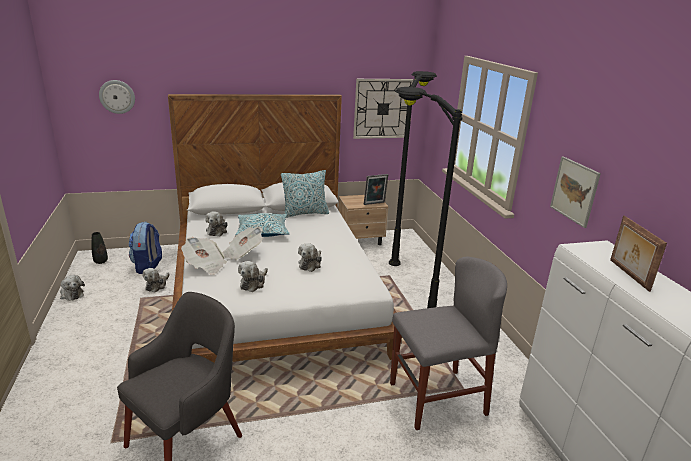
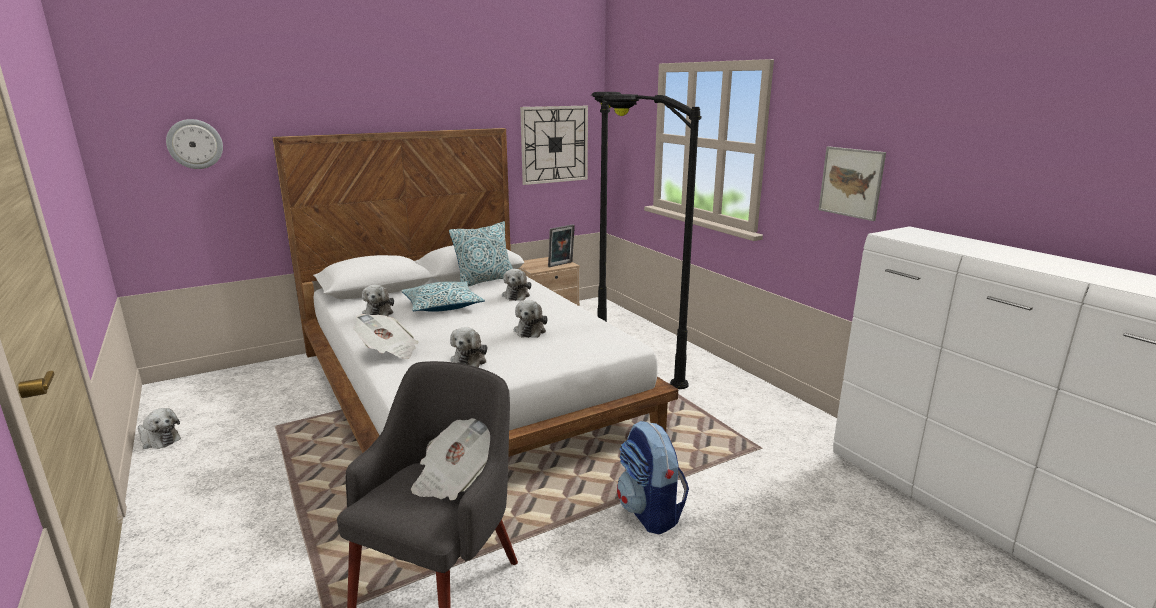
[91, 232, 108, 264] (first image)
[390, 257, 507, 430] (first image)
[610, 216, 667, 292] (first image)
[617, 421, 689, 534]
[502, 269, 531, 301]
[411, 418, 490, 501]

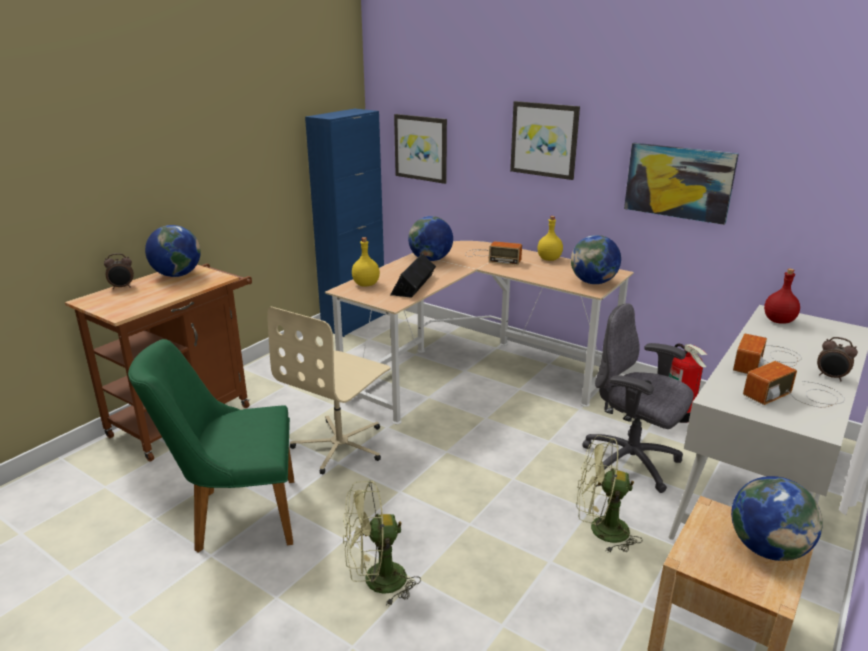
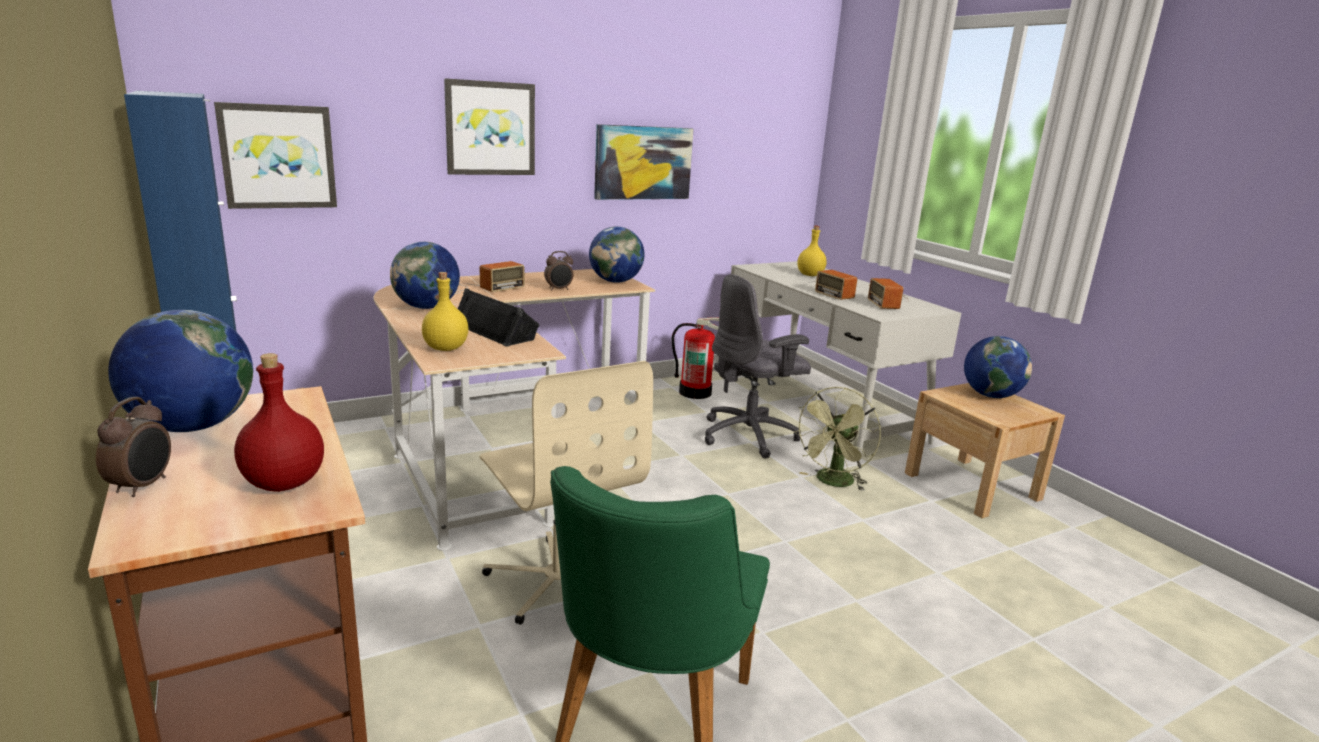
[343, 480, 421, 606] (first image)
[797, 226, 827, 276]
[234, 353, 324, 492]
[544, 251, 573, 291]

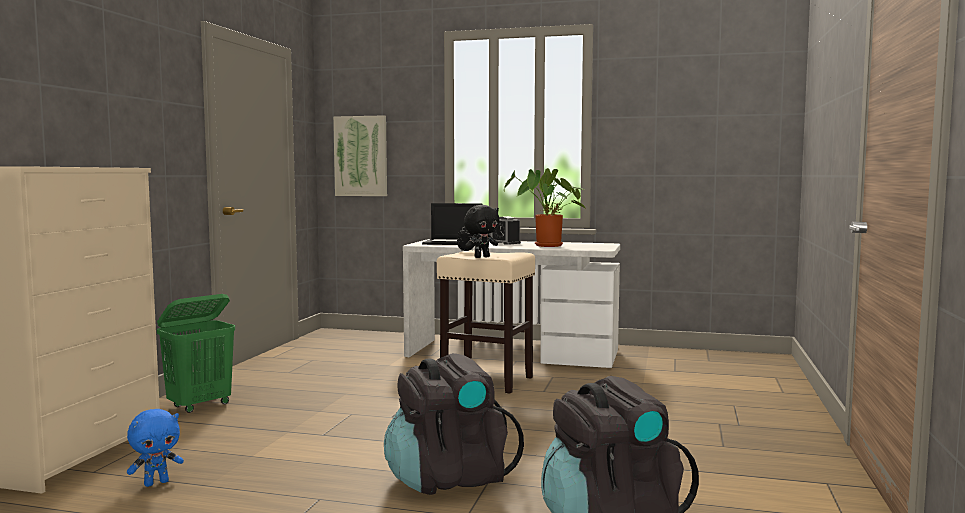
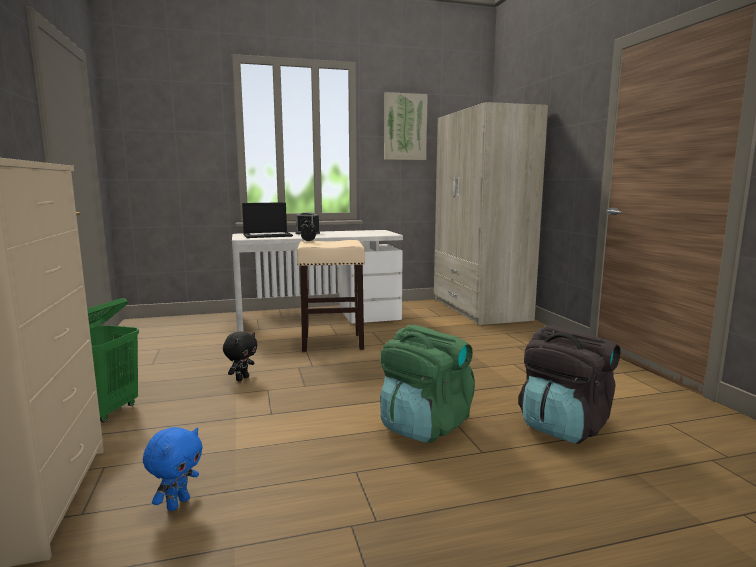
[504, 168, 585, 247] (first image)
[434, 102, 548, 325]
[384, 92, 428, 160]
[223, 331, 257, 381]
[380, 325, 475, 443]

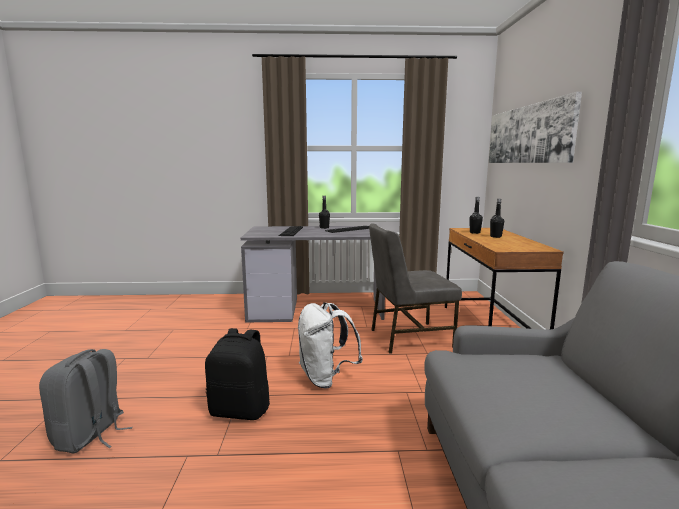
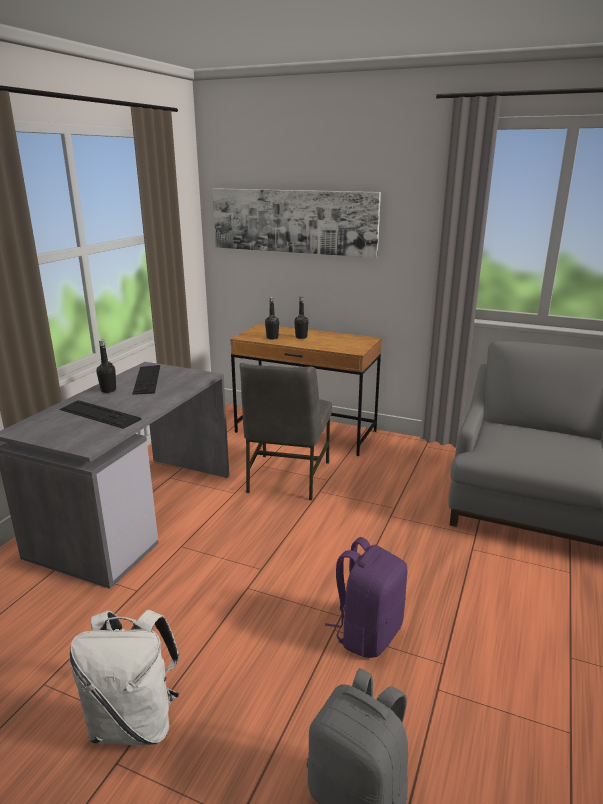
[69, 610, 180, 745]
[325, 537, 407, 658]

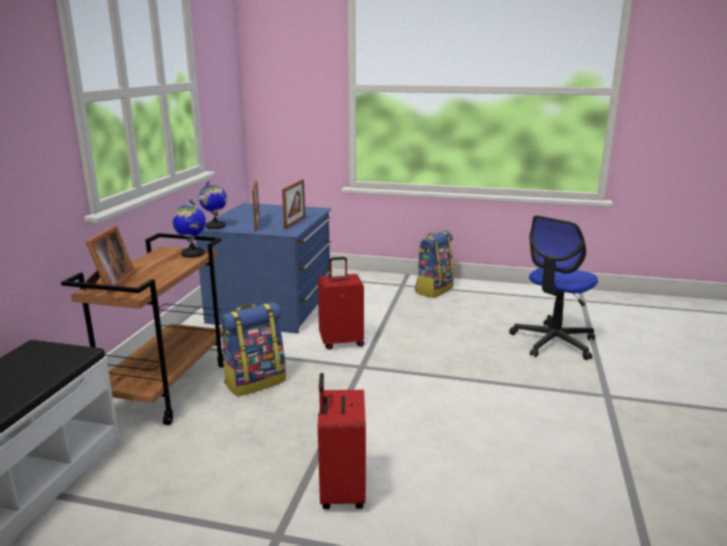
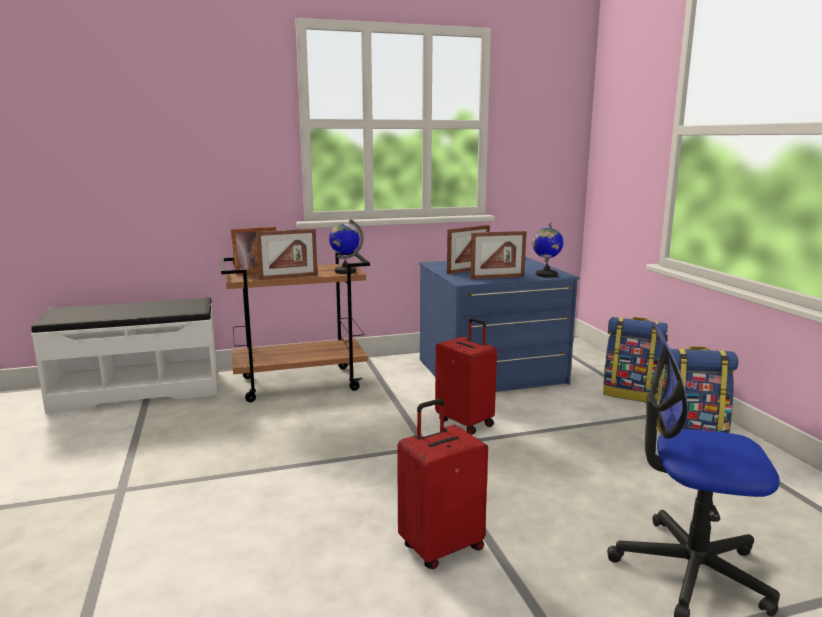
[256, 229, 317, 280]
[532, 223, 563, 278]
[603, 317, 668, 402]
[397, 399, 488, 569]

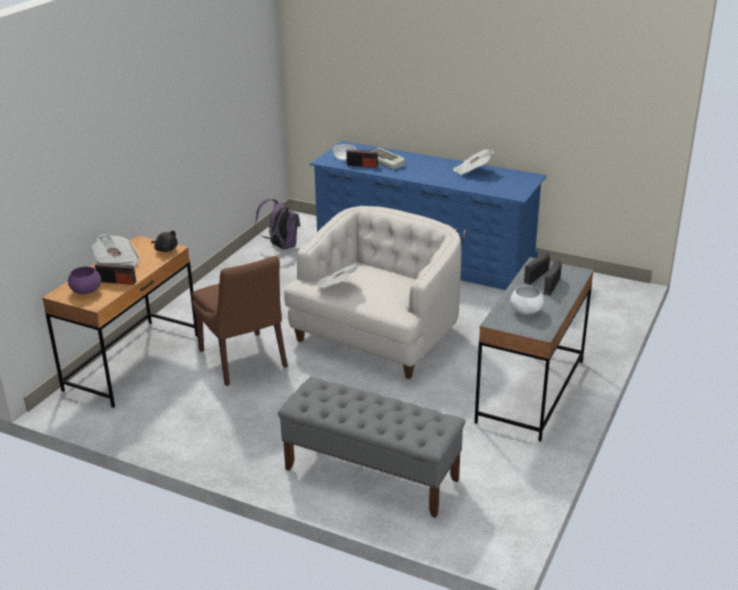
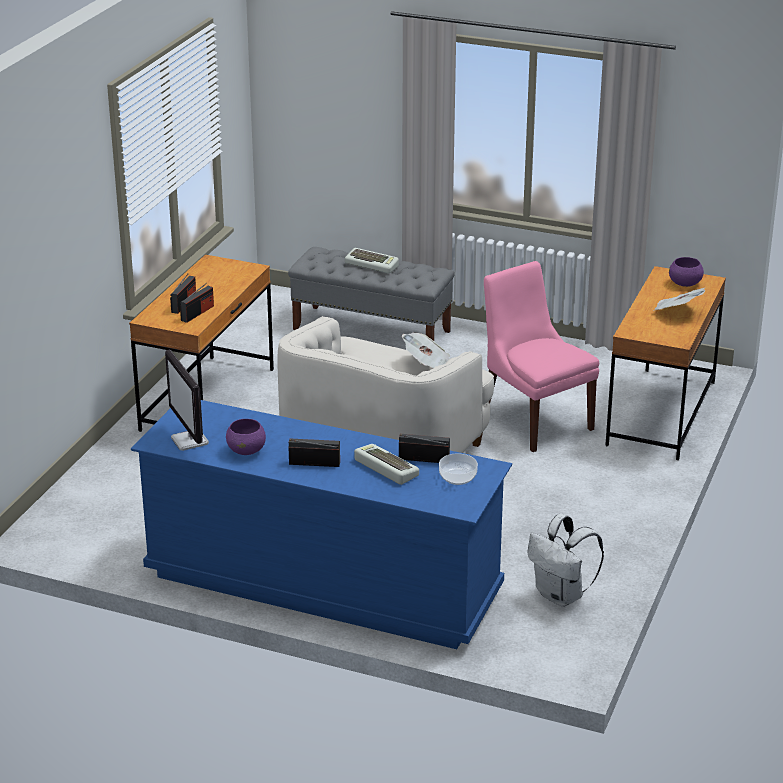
[151, 231, 178, 252] (first image)
[510, 285, 544, 315] (first image)
[165, 350, 209, 451]
[345, 248, 399, 274]
[288, 439, 340, 467]
[226, 419, 266, 455]
[484, 261, 599, 452]
[527, 514, 604, 607]
[129, 255, 274, 432]

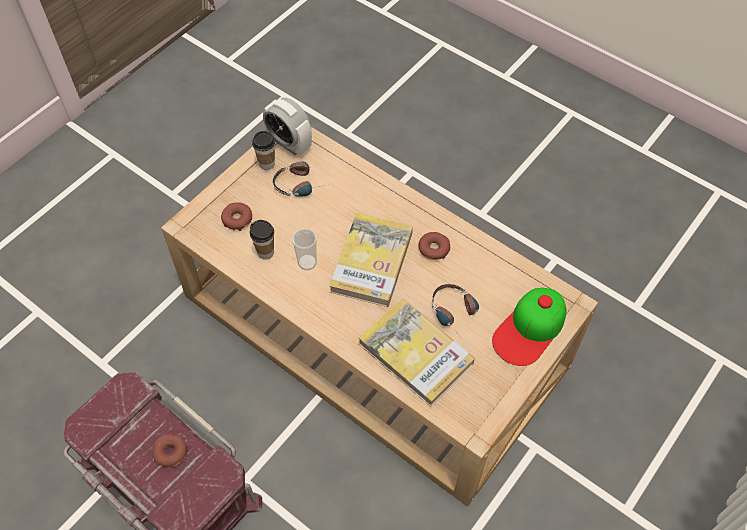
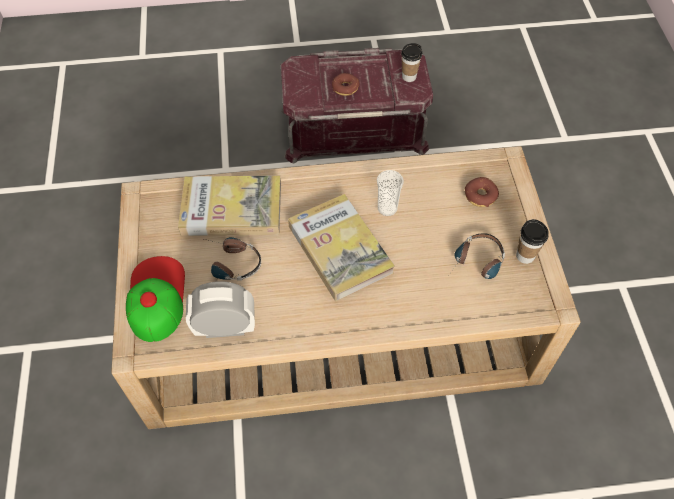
[418, 232, 450, 260] (first image)
[401, 43, 422, 82]
[186, 281, 255, 338]

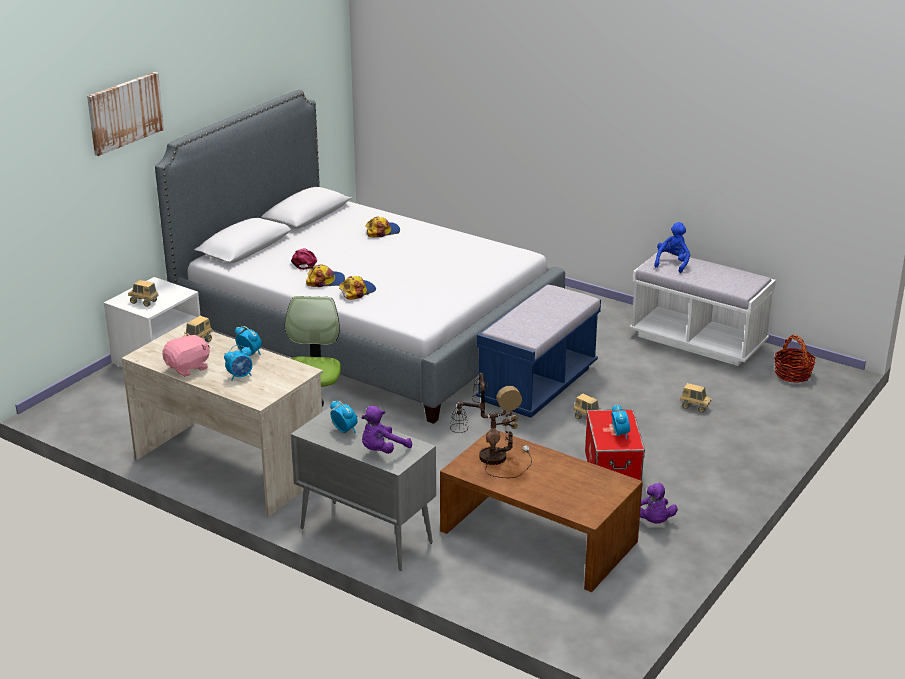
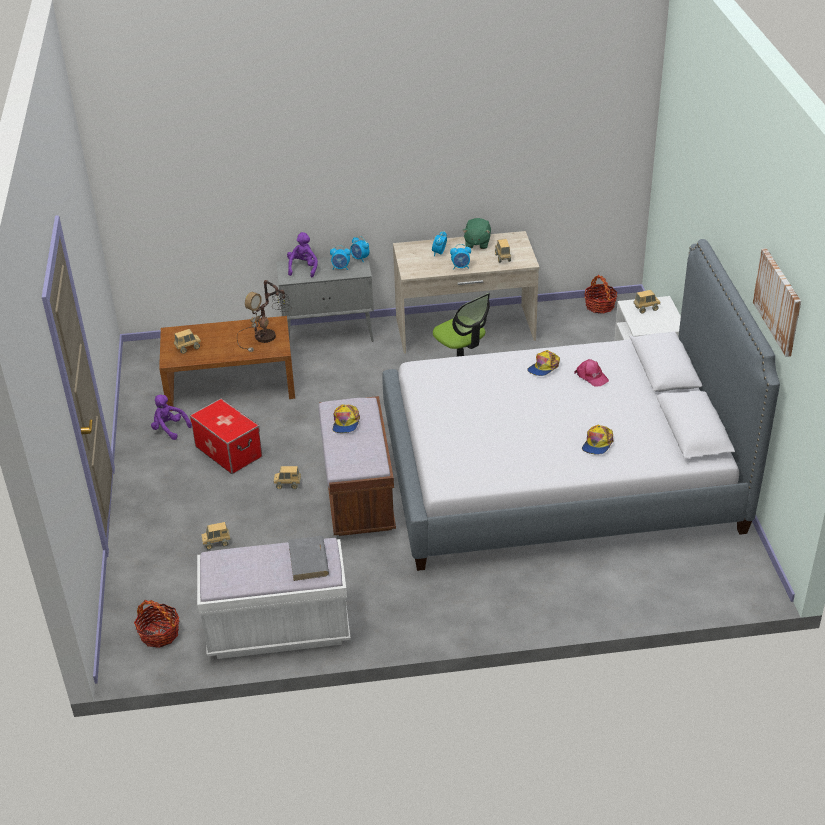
[174, 329, 201, 354]
[584, 275, 617, 314]
[753, 248, 801, 357]
[333, 404, 360, 433]
[350, 236, 369, 262]
[288, 536, 329, 581]
[462, 218, 491, 249]
[318, 396, 396, 536]

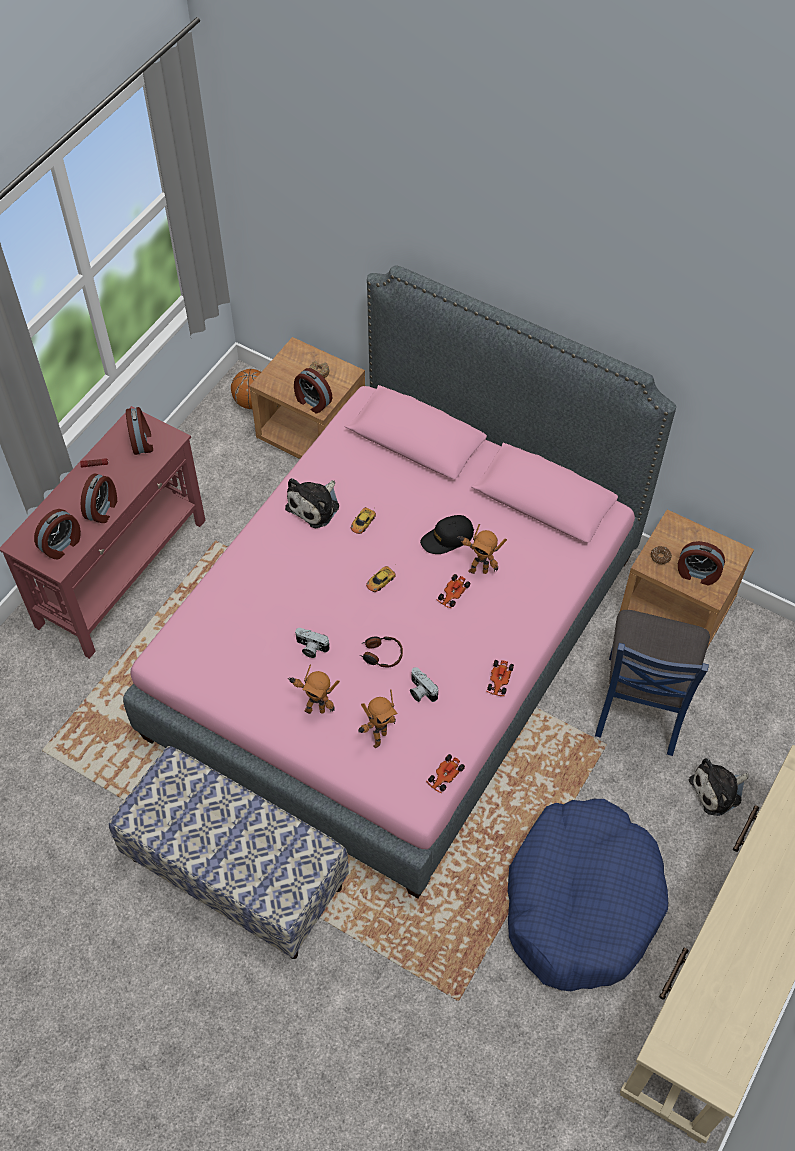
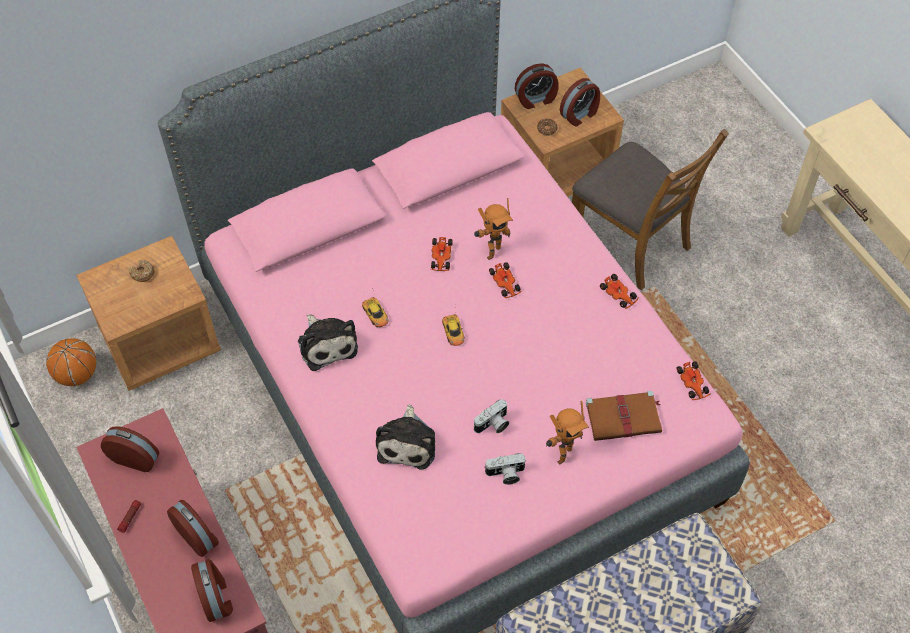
[360, 636, 403, 667] (first image)
[508, 798, 668, 991] (first image)
[515, 63, 559, 109]
[484, 453, 527, 485]
[376, 405, 435, 470]
[586, 391, 662, 441]
[431, 237, 453, 271]
[572, 129, 729, 290]

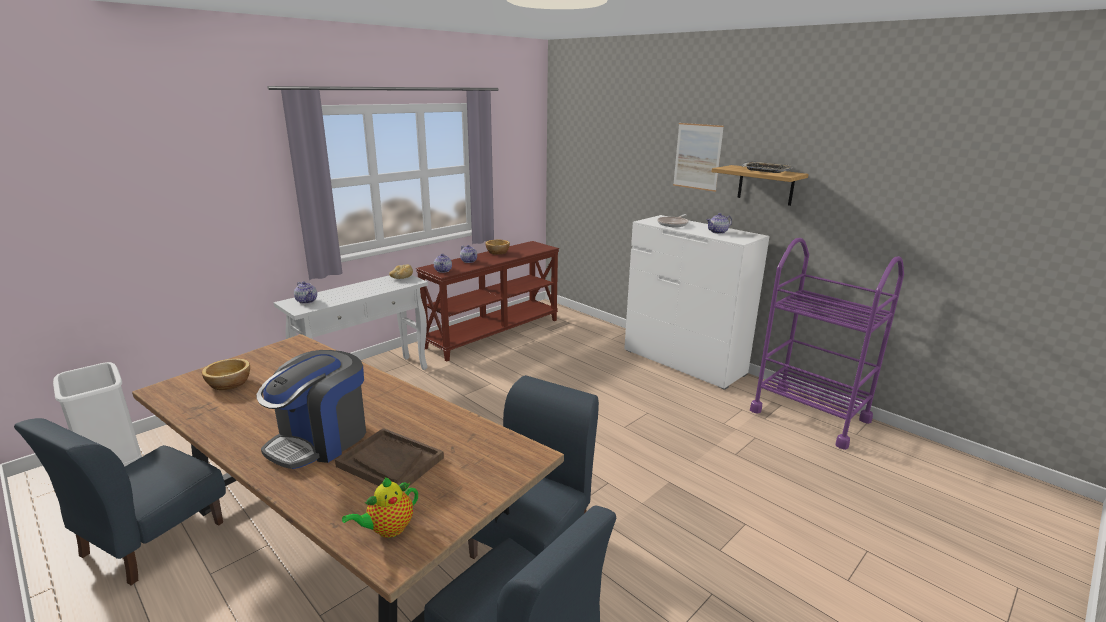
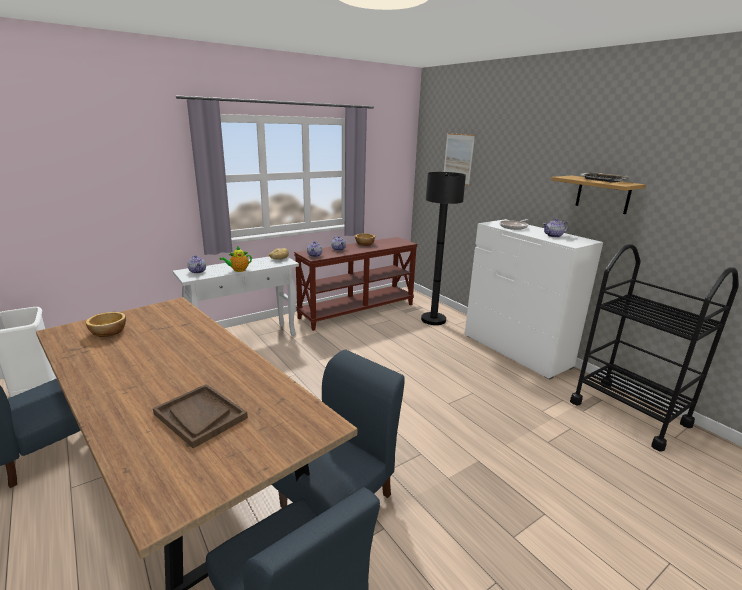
[256, 350, 366, 469] (first image)
[421, 172, 466, 325]
[220, 246, 252, 272]
[444, 133, 475, 185]
[570, 244, 739, 452]

